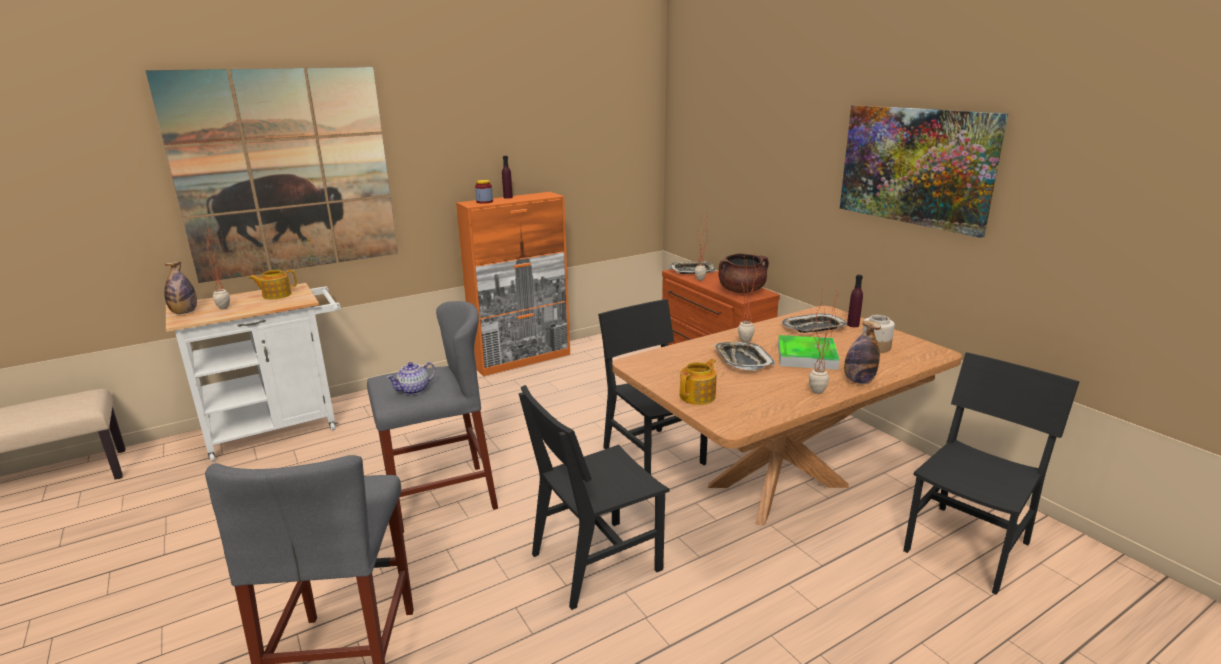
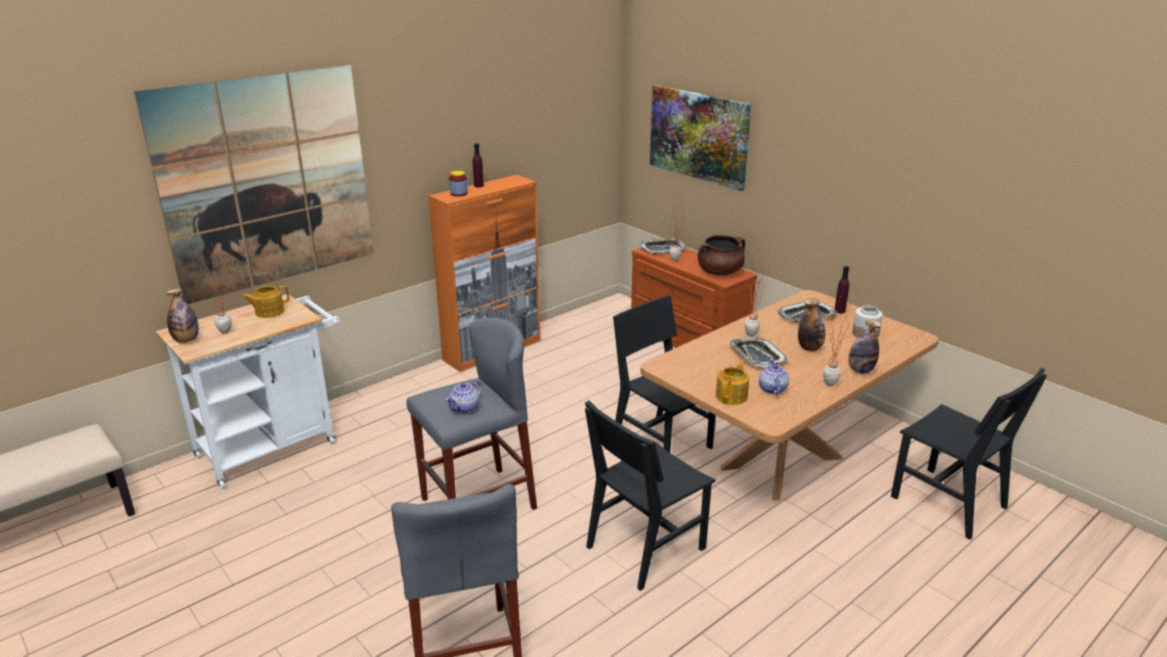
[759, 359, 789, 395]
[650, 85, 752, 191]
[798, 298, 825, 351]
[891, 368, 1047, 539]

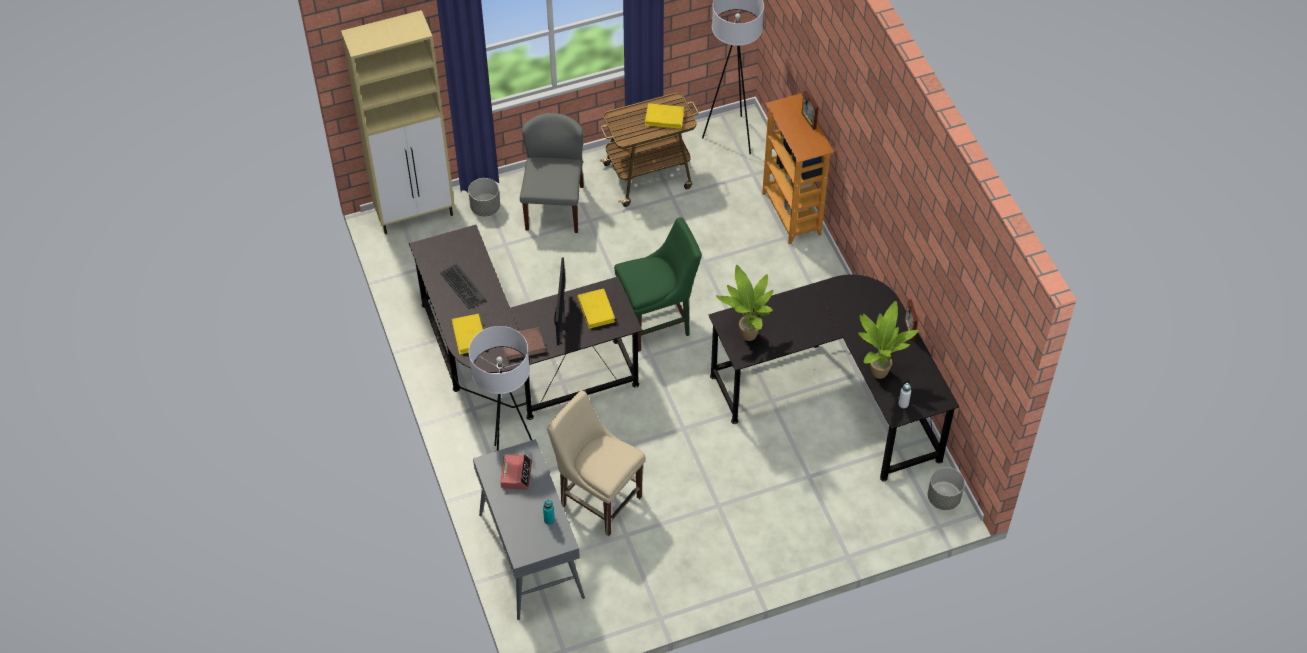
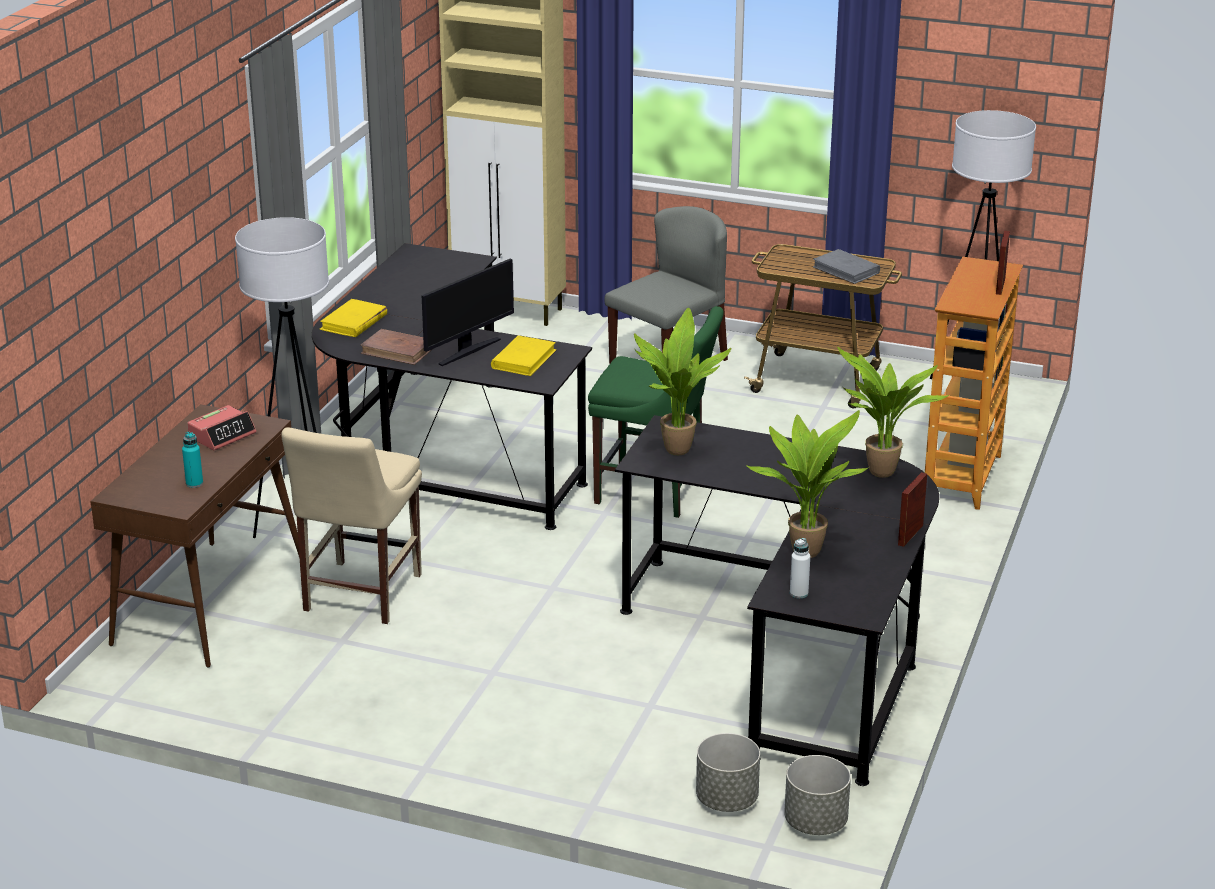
[440, 263, 486, 309] (first image)
[837, 346, 949, 478]
[696, 733, 760, 812]
[90, 404, 299, 668]
[813, 249, 880, 284]
[281, 427, 422, 624]

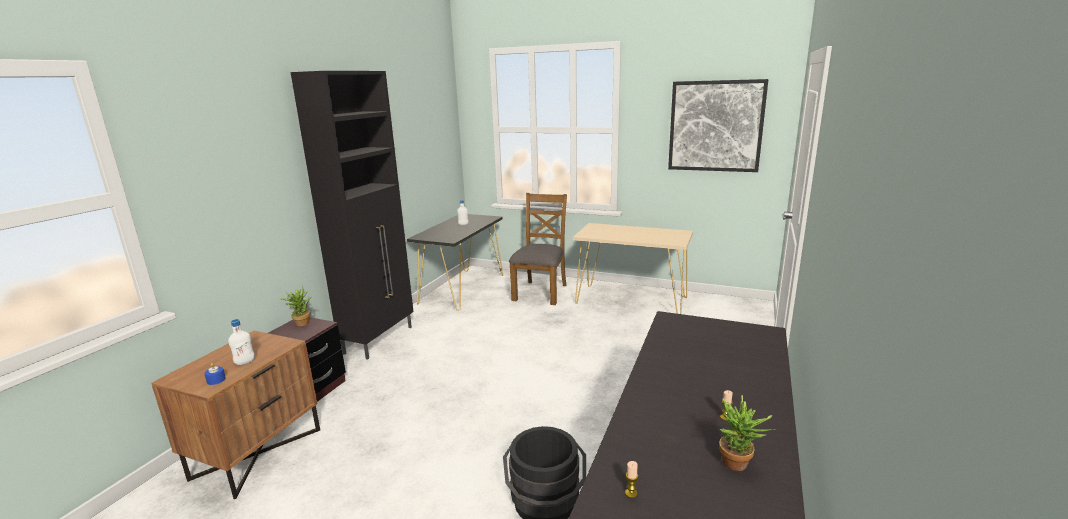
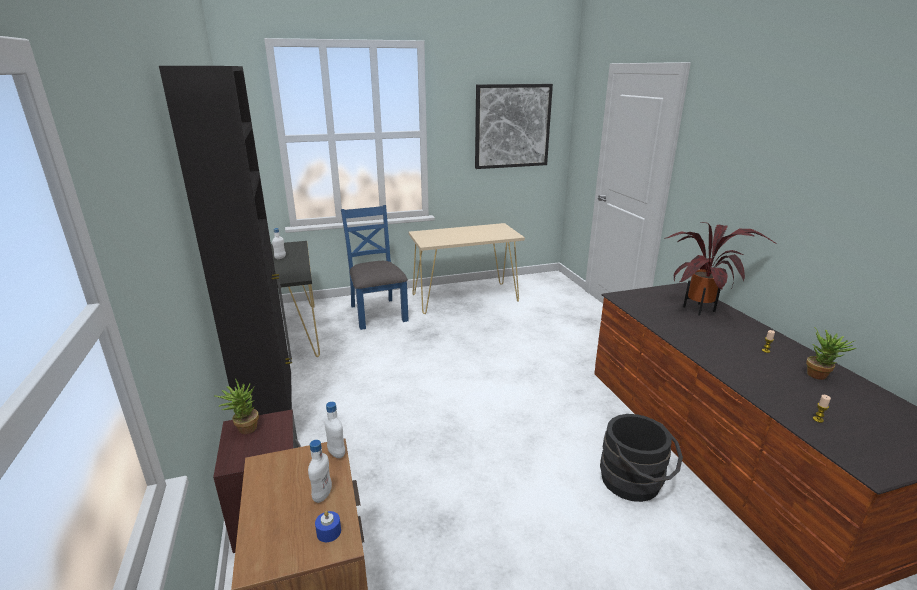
[324, 402, 345, 458]
[664, 222, 776, 315]
[341, 205, 409, 330]

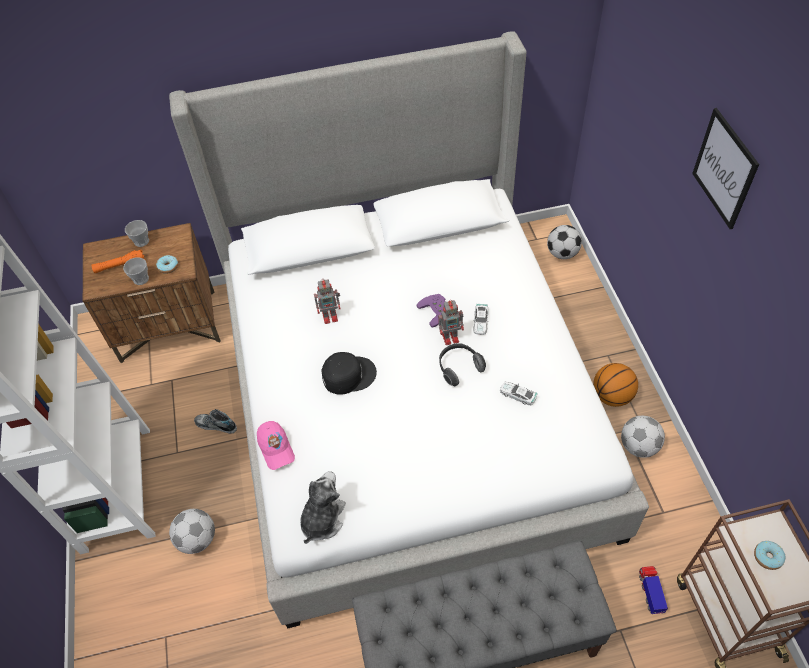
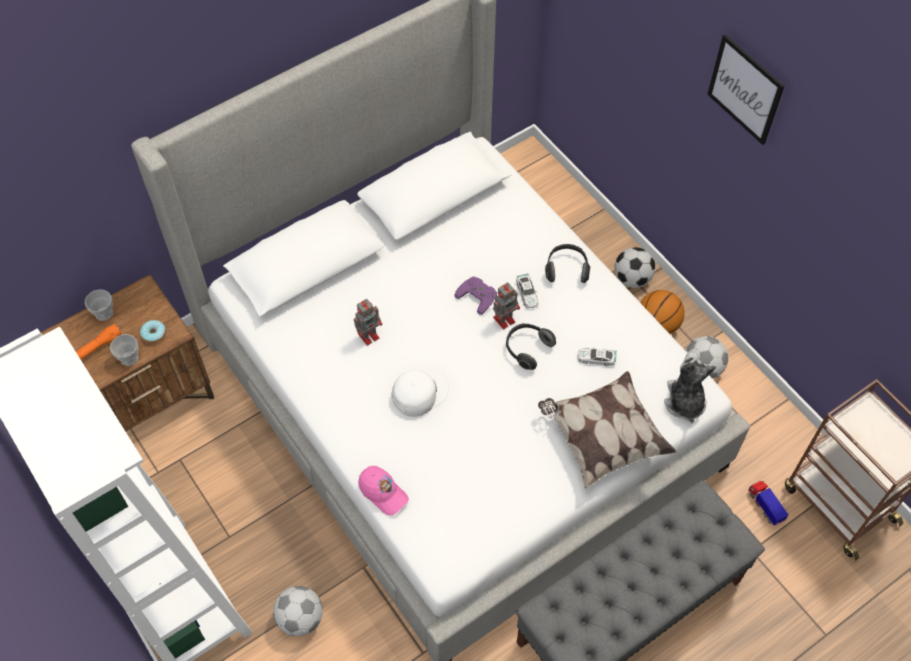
[194, 409, 237, 434] (first image)
[754, 541, 785, 570] (first image)
[538, 371, 677, 489]
[545, 244, 590, 283]
[664, 352, 716, 423]
[614, 247, 655, 288]
[392, 369, 449, 417]

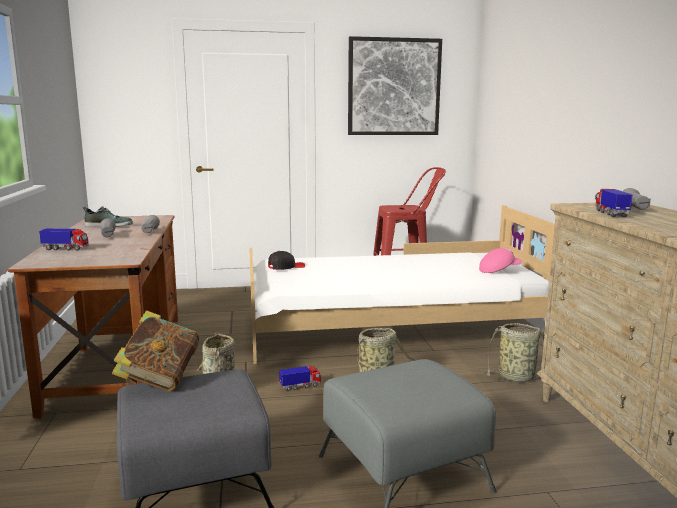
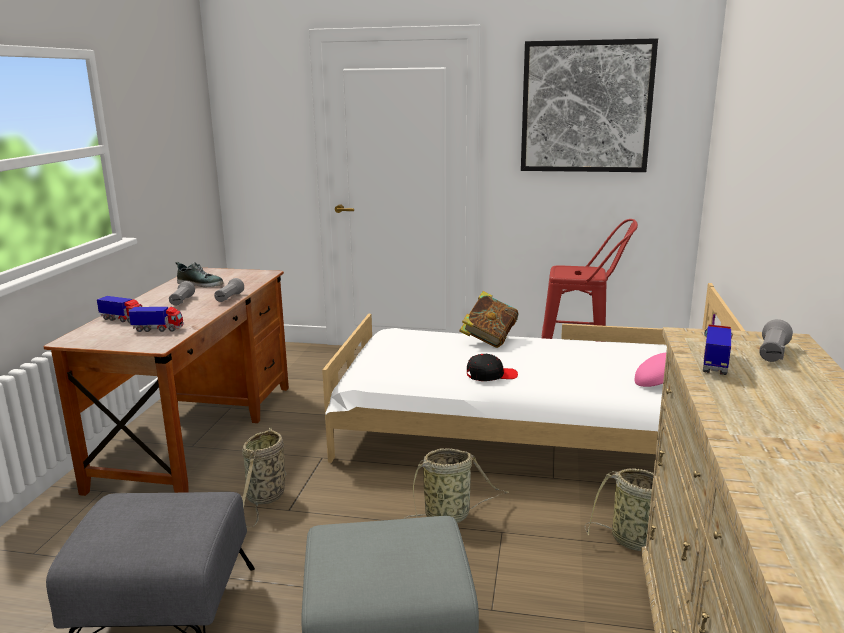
[459, 291, 518, 348]
[467, 354, 518, 381]
[129, 307, 183, 332]

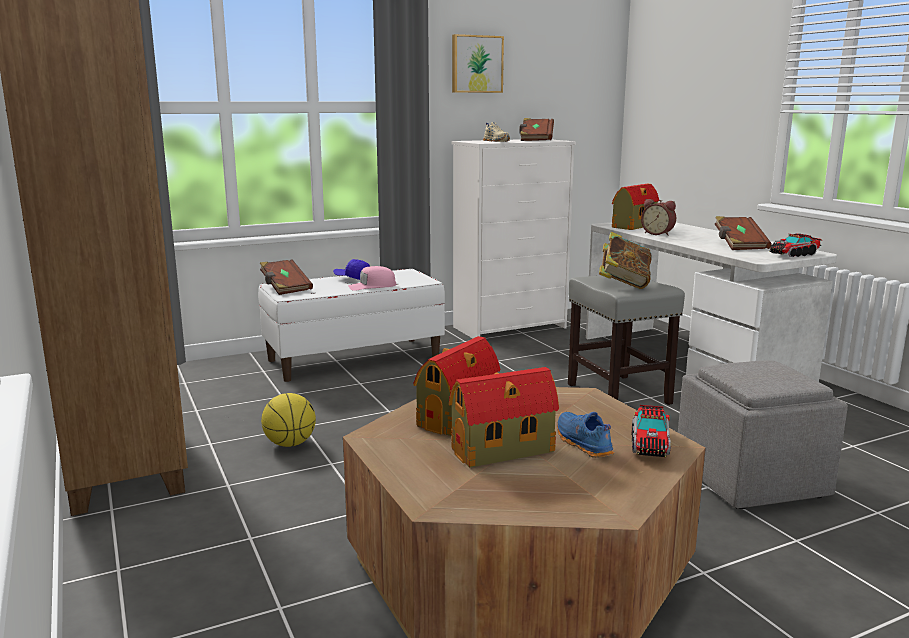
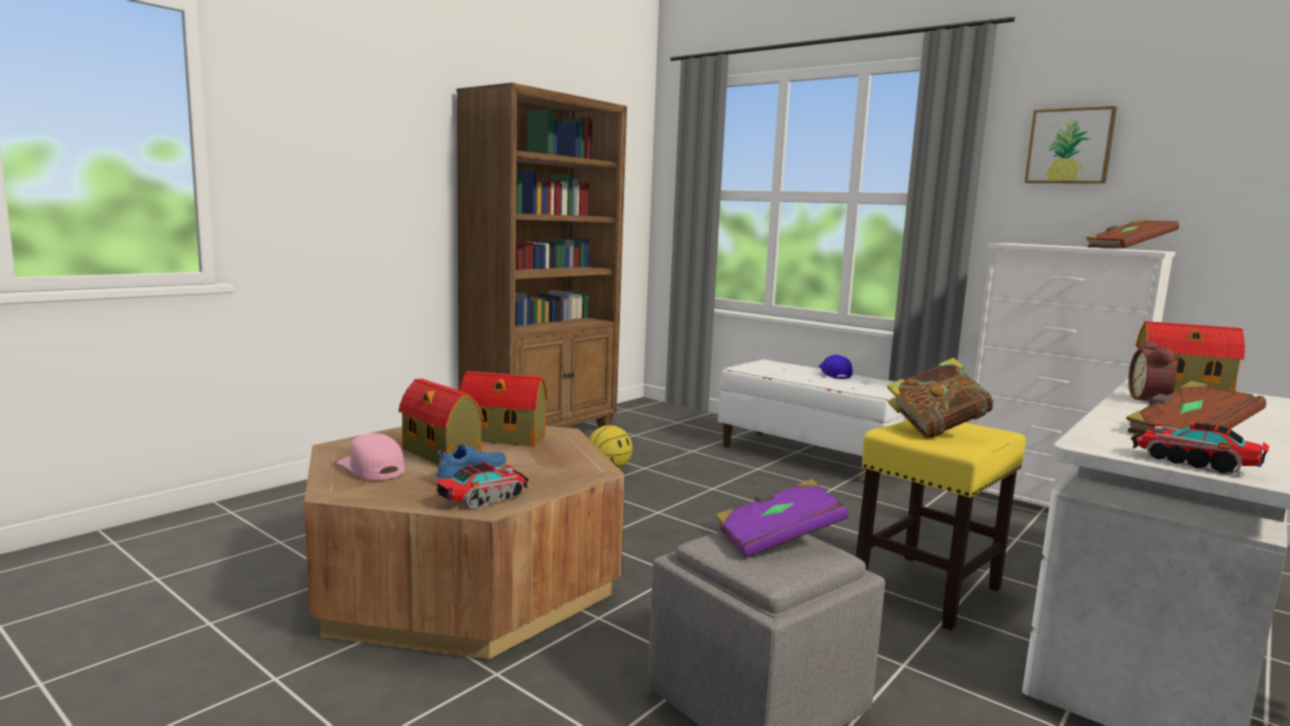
[260, 259, 313, 295] (first image)
[483, 122, 510, 142] (first image)
[715, 479, 848, 558]
[337, 433, 405, 480]
[856, 419, 1026, 631]
[435, 462, 528, 509]

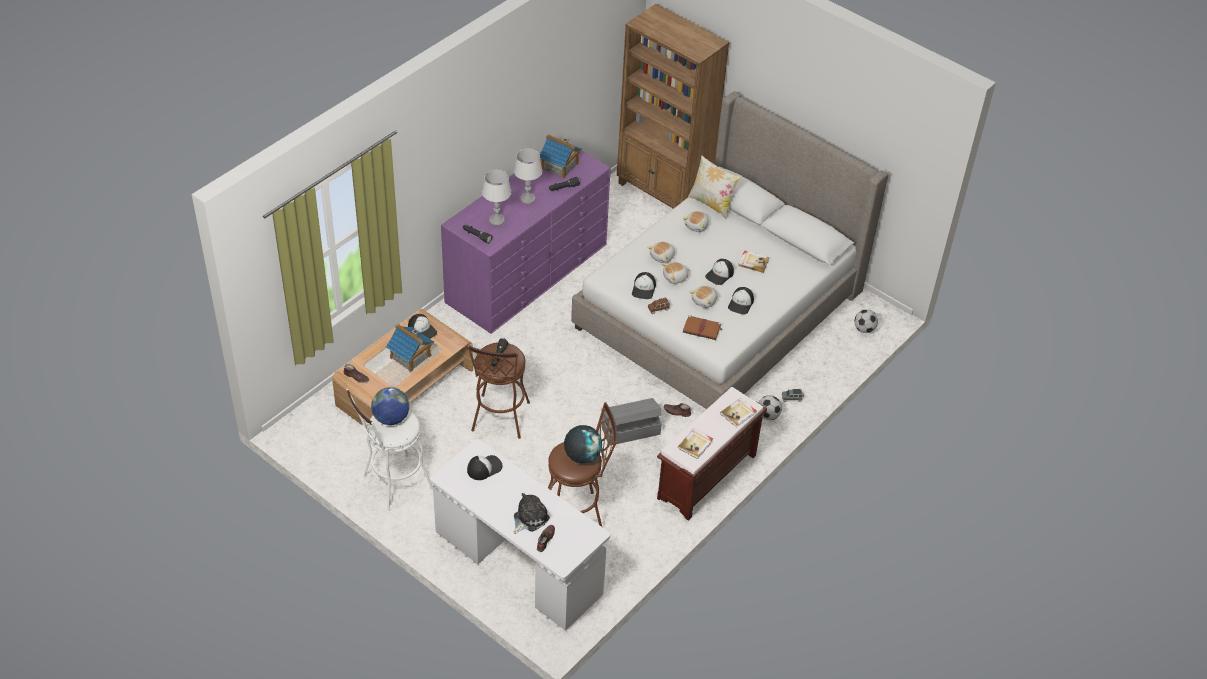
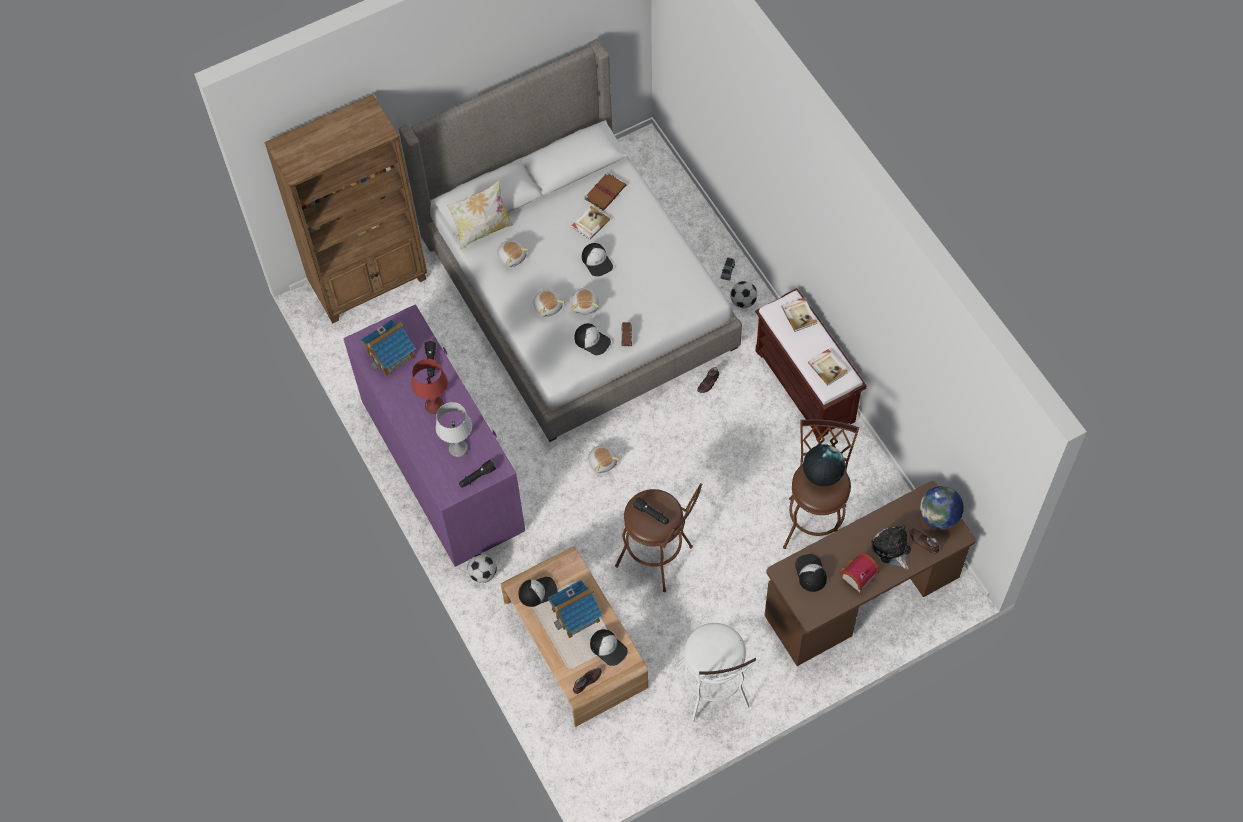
[601, 398, 662, 446] (first image)
[840, 553, 880, 592]
[920, 486, 964, 529]
[585, 172, 626, 211]
[588, 445, 620, 473]
[590, 629, 628, 666]
[467, 554, 497, 583]
[765, 481, 976, 666]
[411, 359, 448, 414]

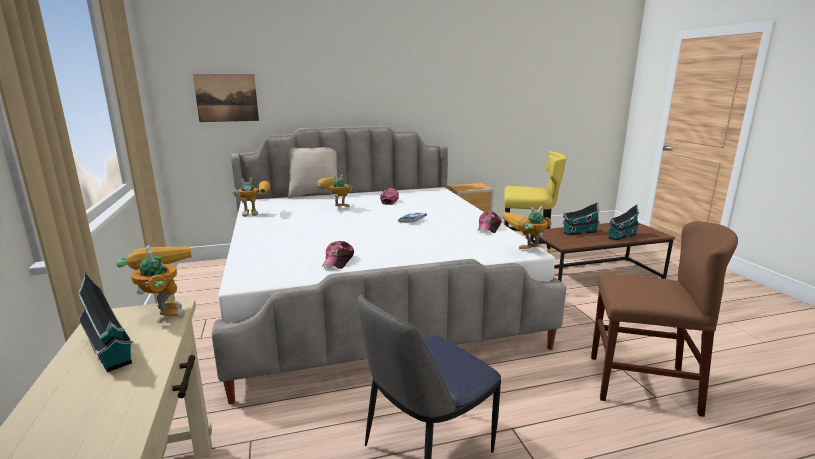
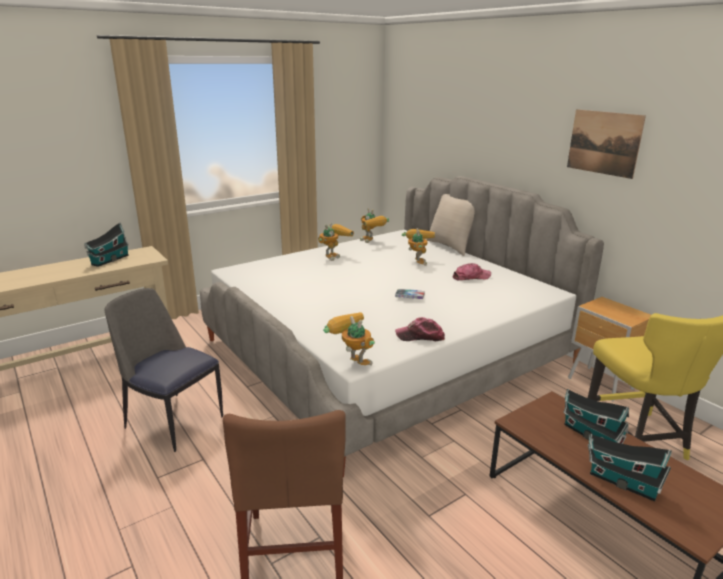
[322, 241, 354, 269] (first image)
[318, 223, 354, 261]
[567, 109, 646, 179]

